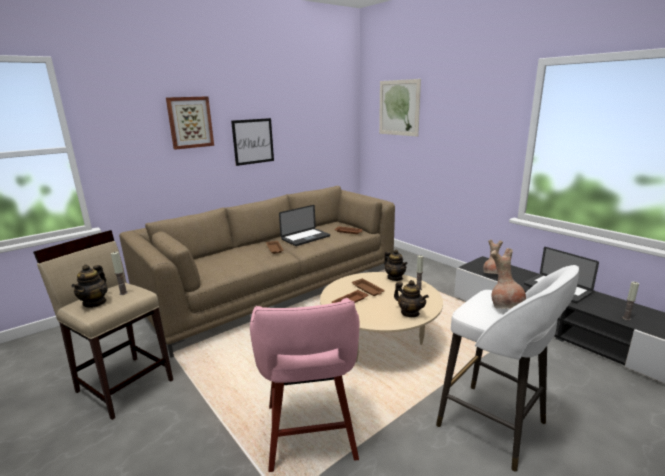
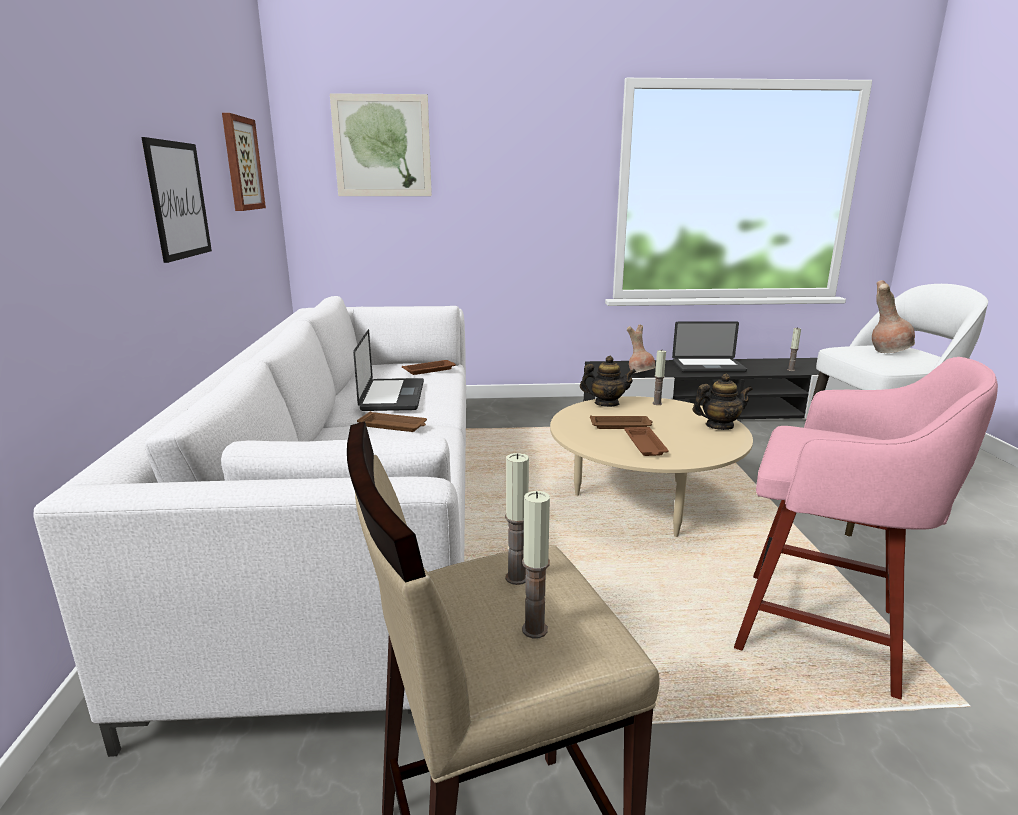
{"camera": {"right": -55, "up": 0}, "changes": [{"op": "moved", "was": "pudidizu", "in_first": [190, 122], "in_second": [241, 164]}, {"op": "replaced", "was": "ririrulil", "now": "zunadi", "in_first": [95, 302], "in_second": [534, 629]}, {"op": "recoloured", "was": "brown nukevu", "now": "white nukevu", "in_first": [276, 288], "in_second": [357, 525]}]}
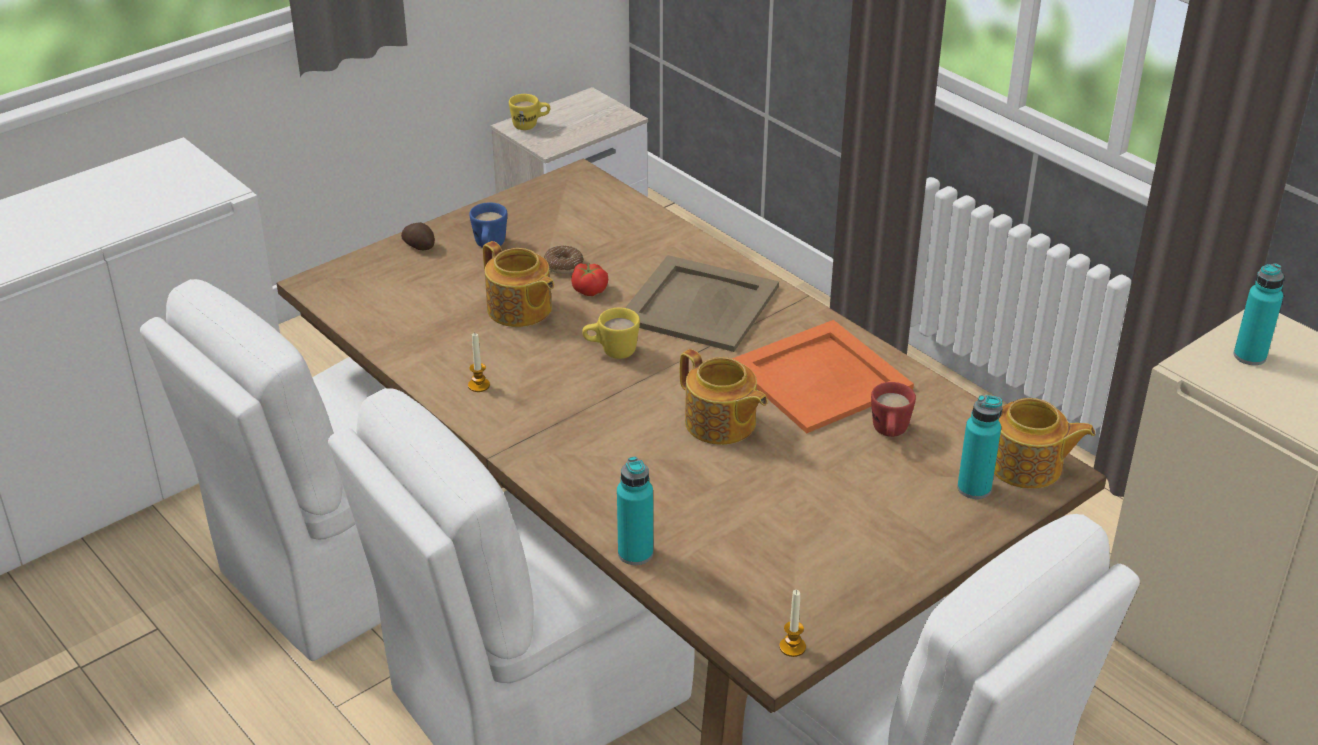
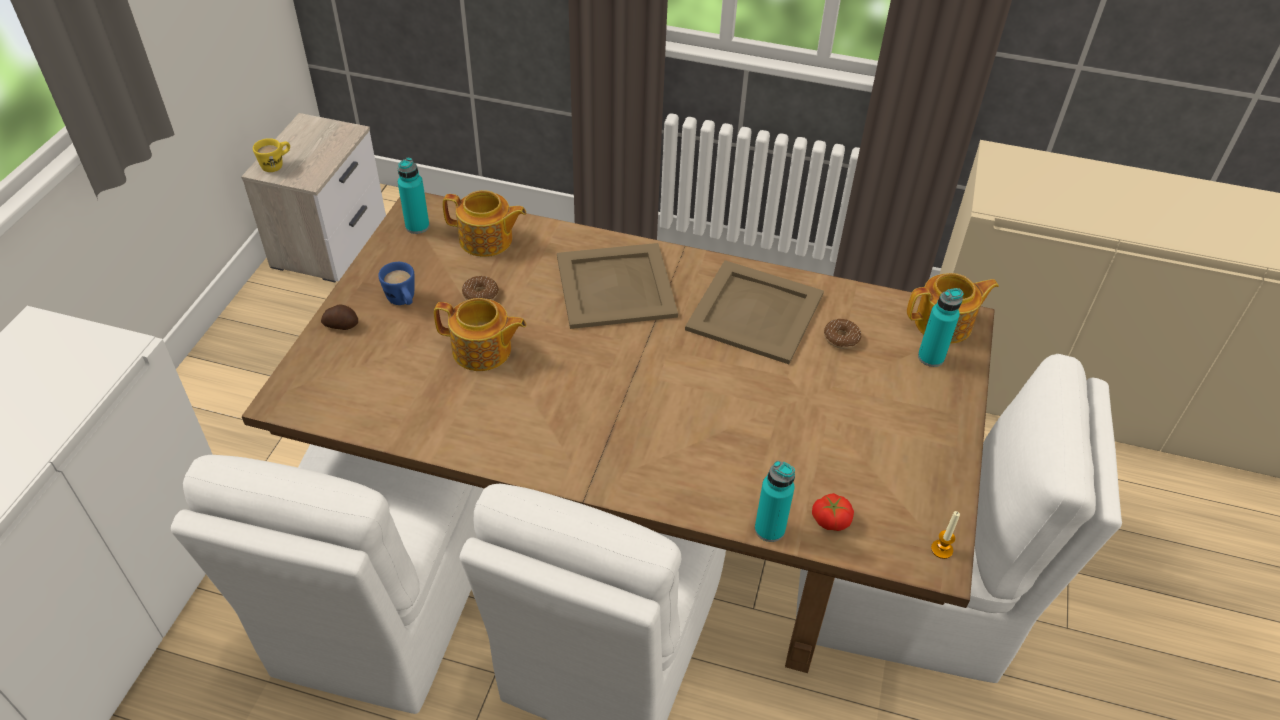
{"camera": {"right": -35, "up": 10}, "changes": [{"op": "removed", "was": "zunadi", "in_first": [479, 385]}, {"op": "removed", "was": "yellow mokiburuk", "in_first": [611, 351]}, {"op": "moved", "was": "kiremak", "in_first": [590, 289], "in_second": [830, 519]}, {"op": "moved", "was": "ririrulil", "in_first": [721, 424], "in_second": [487, 240]}, {"op": "moved", "was": "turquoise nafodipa", "in_first": [1249, 356], "in_second": [417, 226]}, {"op": "replaced", "was": "red mokiburuk", "now": "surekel", "in_first": [889, 433], "in_second": [841, 338]}, {"op": "recoloured", "was": "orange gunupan", "now": "beige gunupan", "in_first": [822, 377], "in_second": [756, 311]}]}
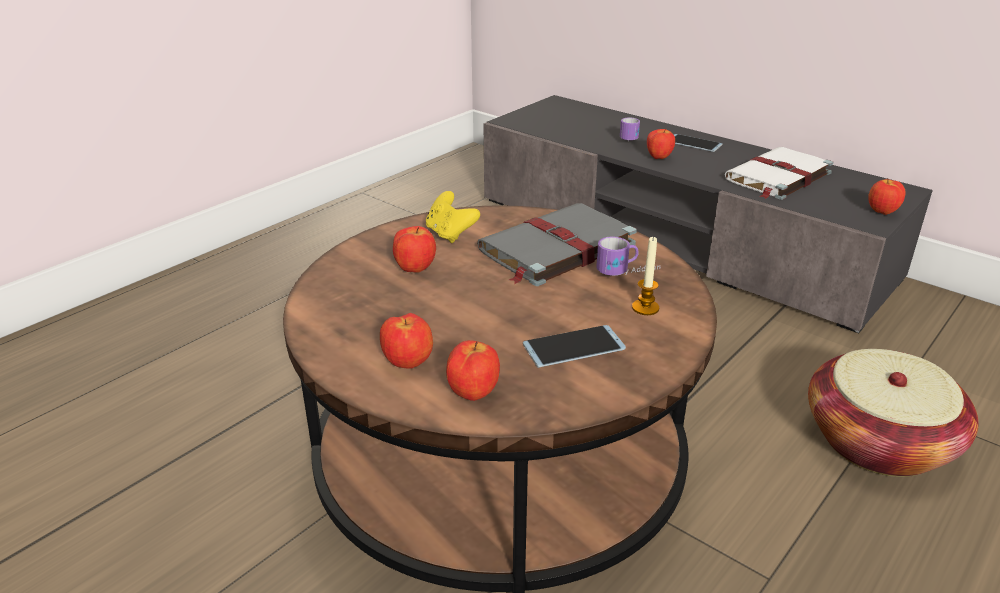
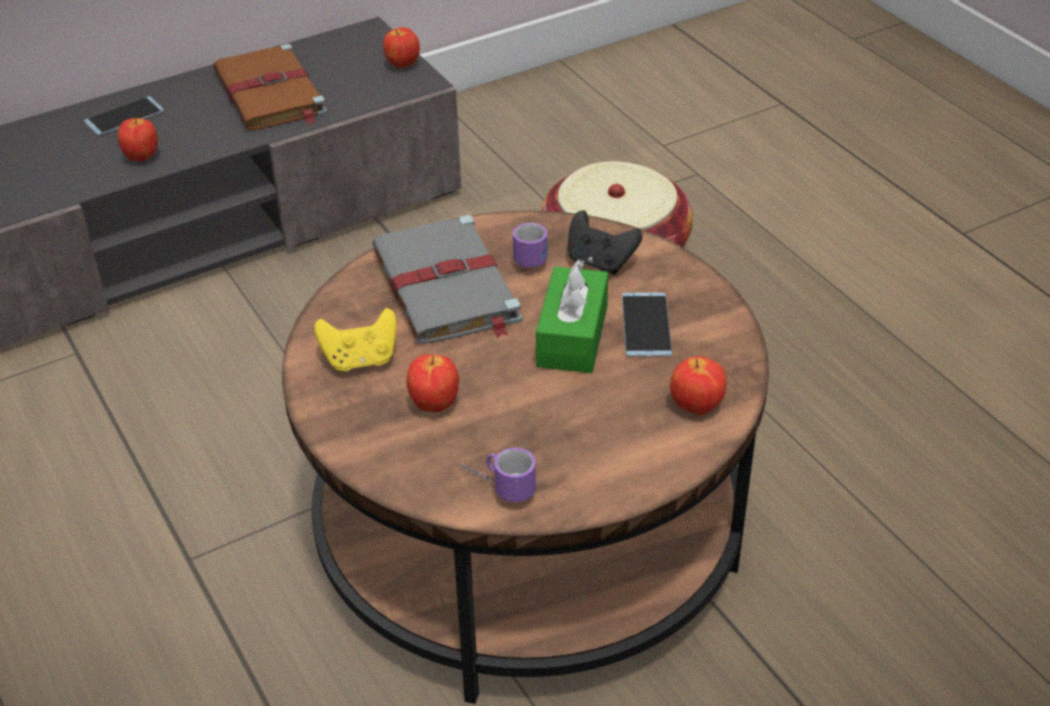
{"camera": {"right": -70, "up": 10}, "changes": [{"op": "removed", "was": "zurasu", "in_first": [408, 364]}, {"op": "added", "now": "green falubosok", "in_second": [572, 336]}, {"op": "moved", "was": "mokiburuk", "in_first": [630, 139], "in_second": [496, 486]}, {"op": "replaced", "was": "zunadi", "now": "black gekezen", "in_first": [645, 308], "in_second": [600, 262]}, {"op": "recoloured", "was": "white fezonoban", "now": "brown fezonoban", "in_first": [777, 177], "in_second": [270, 94]}]}
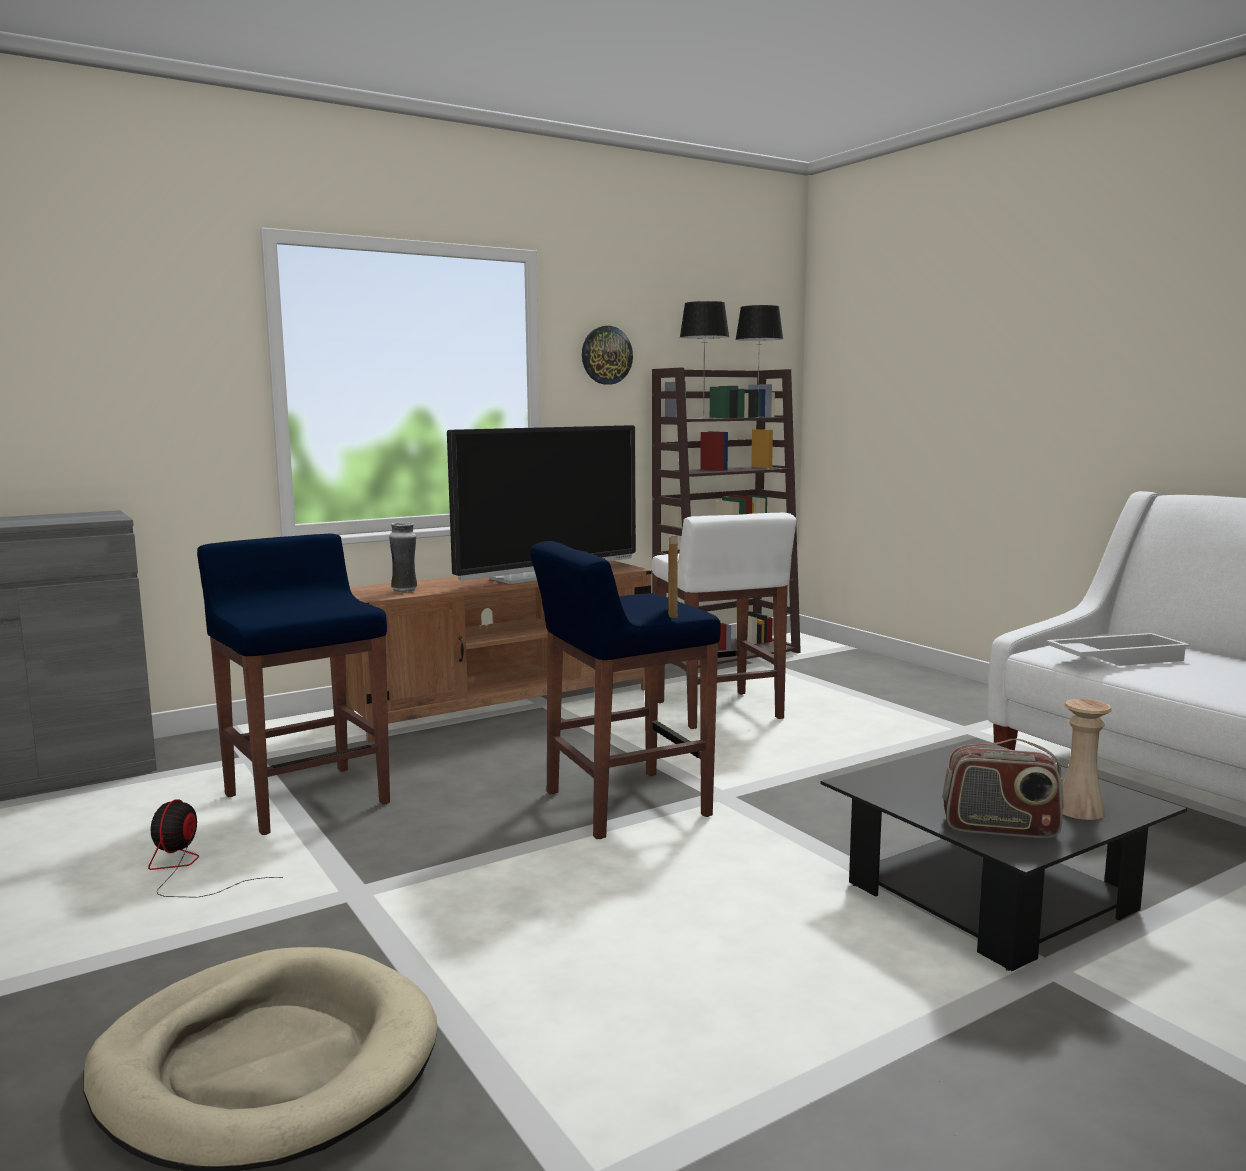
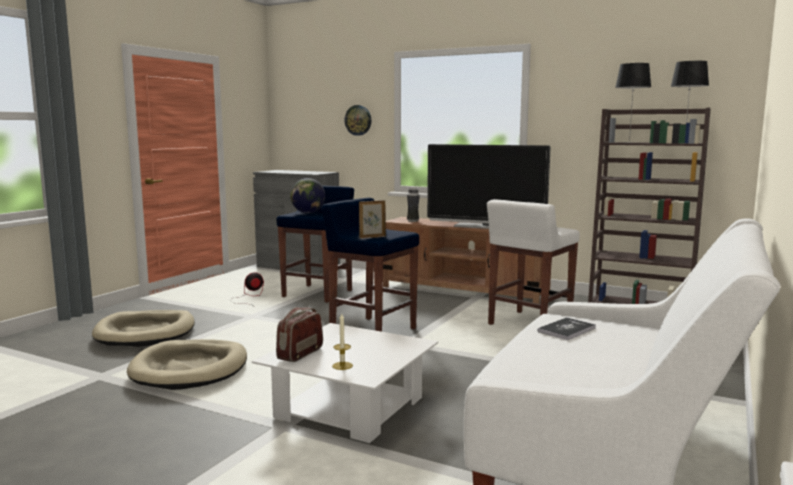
{"camera": {"right": 60, "up": 0}, "changes": [{"op": "added", "now": "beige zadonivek", "in_second": [190, 369]}, {"op": "added", "now": "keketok", "in_second": [308, 212]}, {"op": "moved", "was": "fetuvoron", "in_first": [606, 355], "in_second": [358, 120]}, {"op": "replaced", "was": "white gunupan", "now": "fezonoban", "in_first": [1115, 658], "in_second": [566, 330]}, {"op": "replaced", "was": "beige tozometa", "now": "zunadi", "in_first": [1079, 810], "in_second": [342, 366]}, {"op": "recoloured", "was": "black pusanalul", "now": "white pusanalul", "in_first": [990, 897], "in_second": [350, 408]}, {"op": "turned", "was": "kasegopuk", "in_first": [1000, 828], "in_second": [300, 353], "clockwise": 45}]}
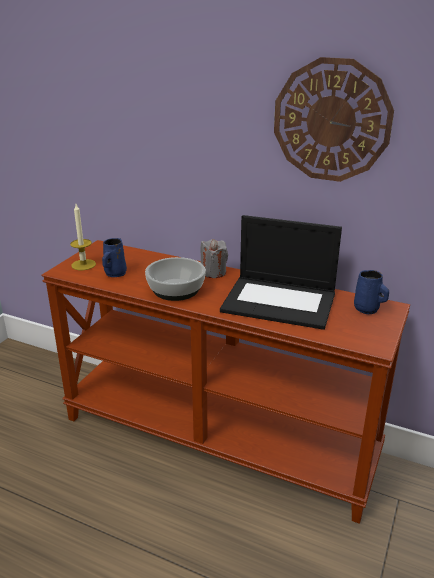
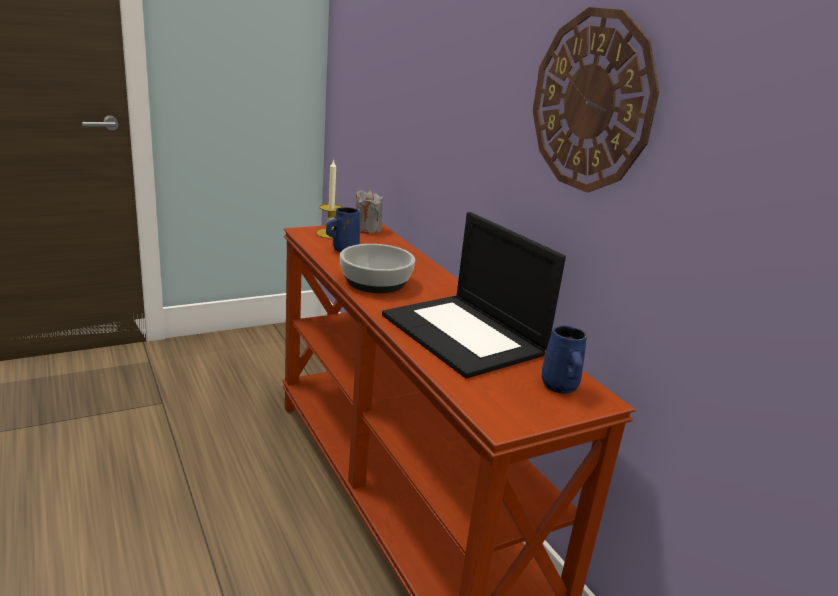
{"camera": {"right": 35, "up": -5}, "changes": [{"op": "moved", "was": "grey zunadi", "in_first": [213, 272], "in_second": [367, 229]}]}
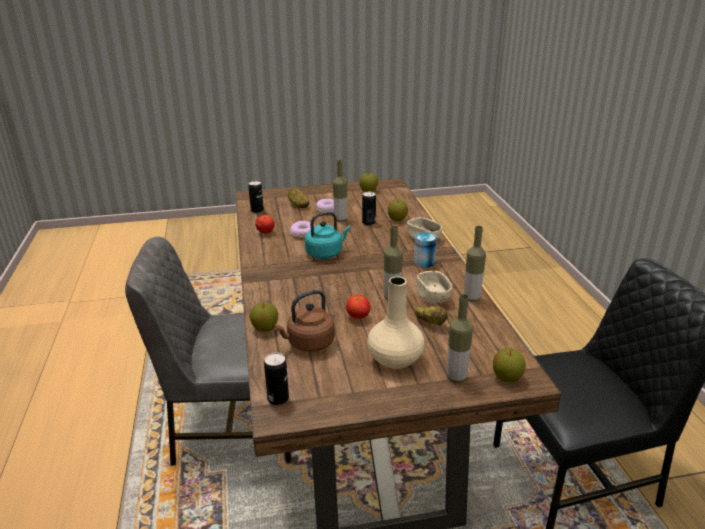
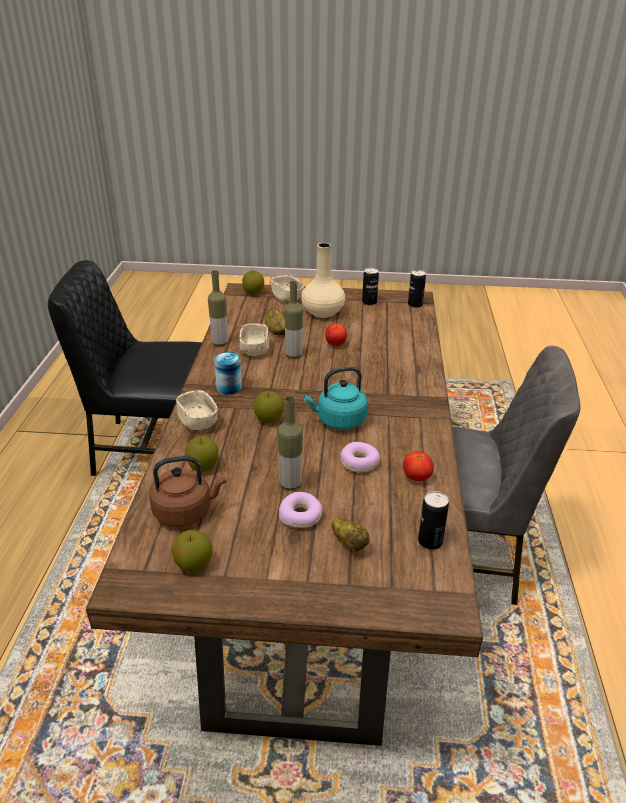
{"camera": {"right": -165, "up": 5}, "changes": [{"op": "moved", "was": "zurasu", "in_first": [265, 328], "in_second": [269, 419]}, {"op": "moved", "was": "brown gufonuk", "in_first": [308, 343], "in_second": [186, 512]}, {"op": "moved", "was": "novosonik", "in_first": [369, 222], "in_second": [369, 302]}, {"op": "replaced", "was": "nafodipa", "now": "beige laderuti", "in_first": [456, 377], "in_second": [287, 297]}]}
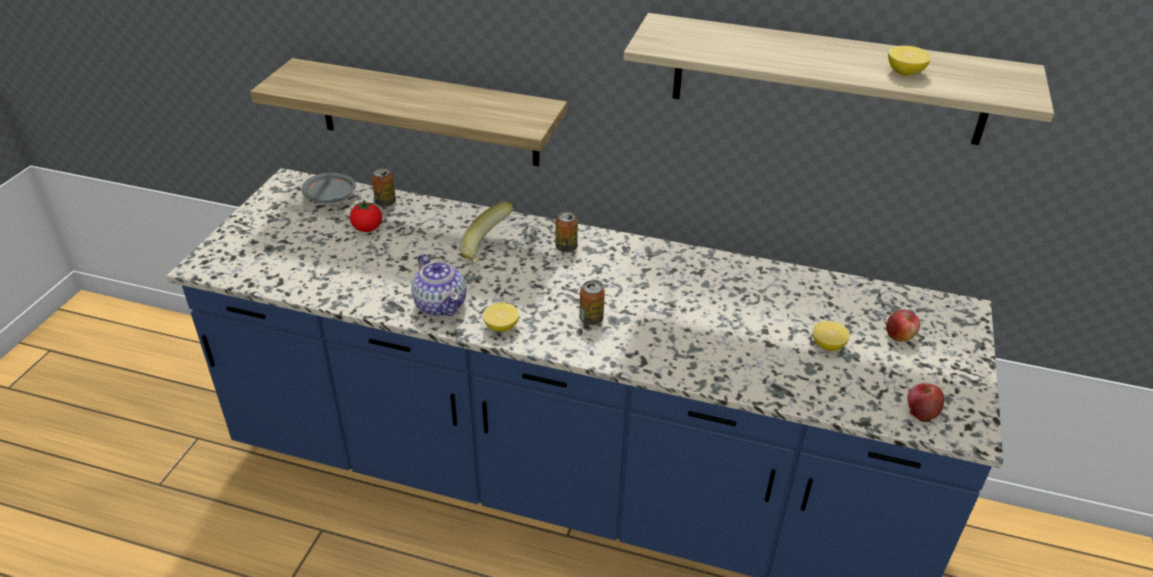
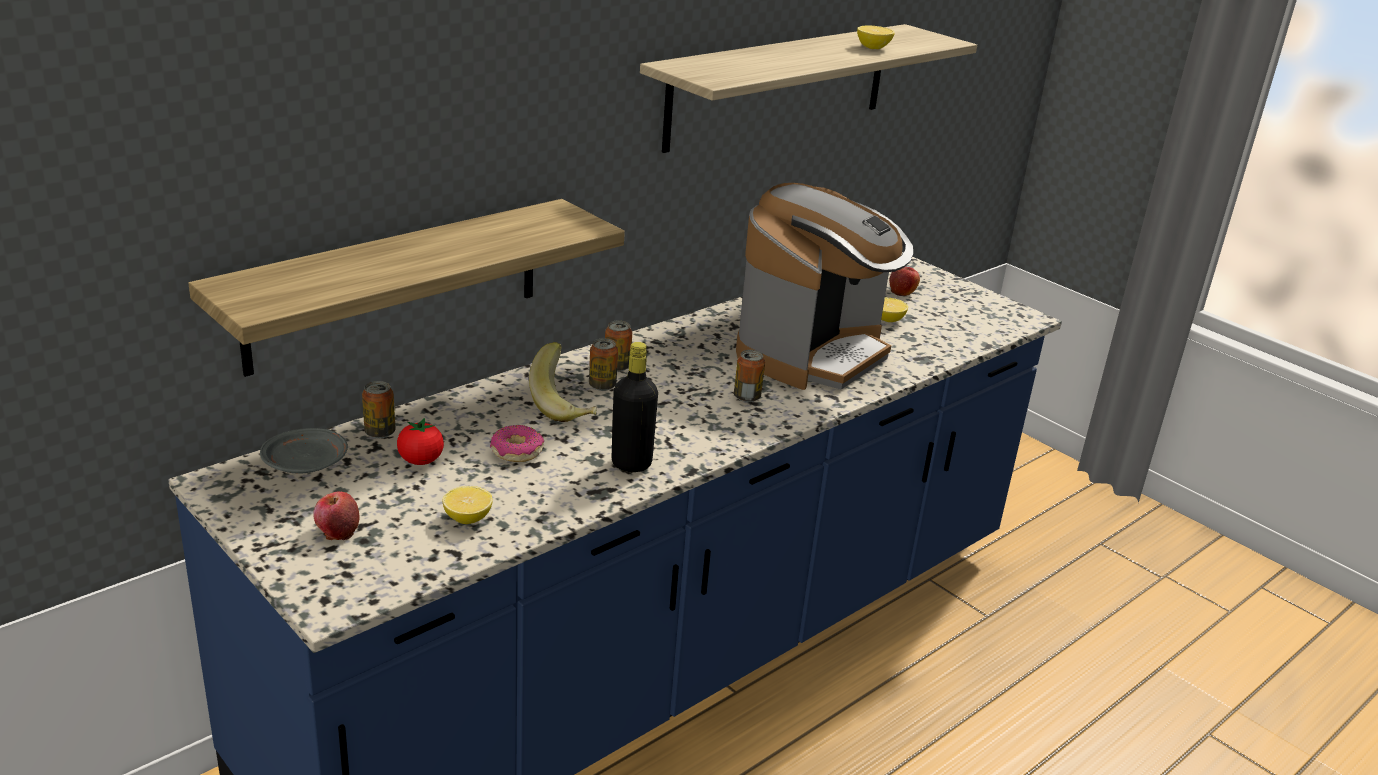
{"camera": {"right": -60, "up": -10}, "changes": [{"op": "added", "now": "surekel", "in_second": [516, 452]}, {"op": "added", "now": "novosonik", "in_second": [602, 386]}, {"op": "added", "now": "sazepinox", "in_second": [813, 354]}, {"op": "moved", "was": "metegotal", "in_first": [501, 327], "in_second": [468, 519]}, {"op": "moved", "was": "zurasu", "in_first": [921, 411], "in_second": [337, 531]}, {"op": "replaced", "was": "ririrulil", "now": "black nafodipa", "in_first": [441, 304], "in_second": [631, 463]}]}
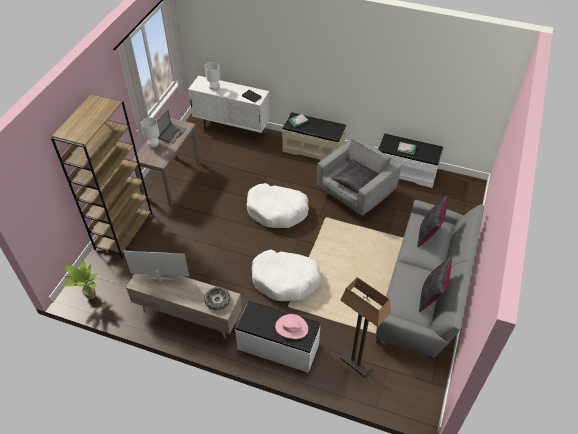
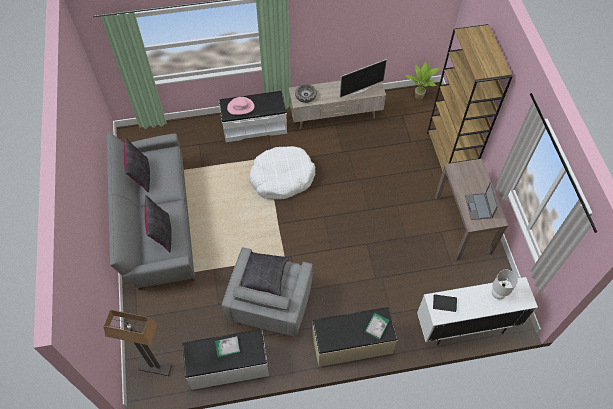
{"camera": {"right": 150, "up": 10}, "changes": [{"op": "removed", "was": "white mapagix", "in_first": [154, 145]}, {"op": "removed", "was": "white zadonivek", "in_first": [277, 211]}, {"op": "moved", "was": "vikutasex", "in_first": [355, 364], "in_second": [155, 367]}]}
